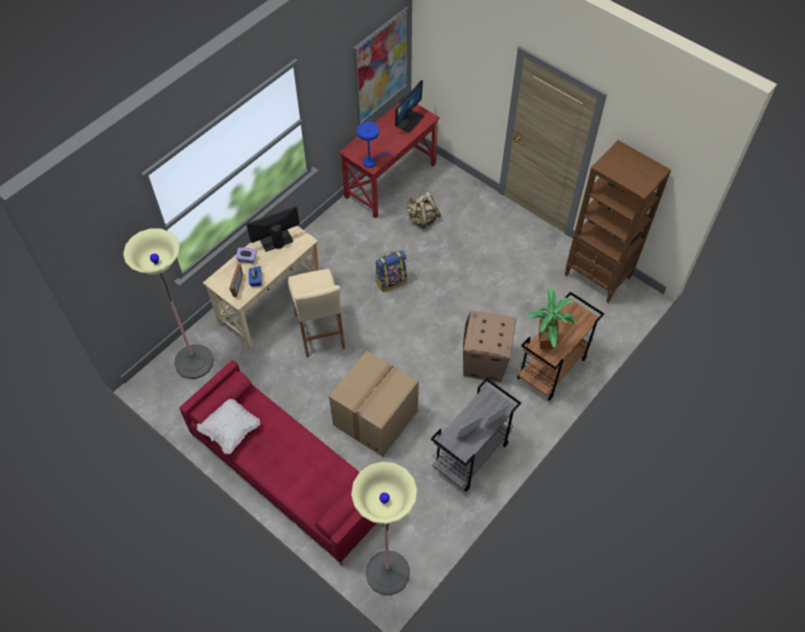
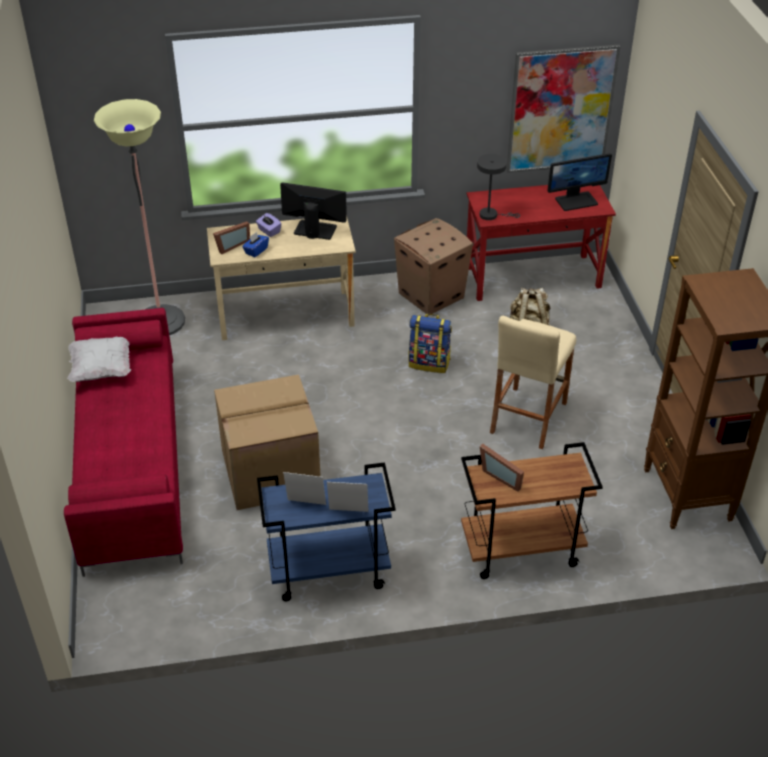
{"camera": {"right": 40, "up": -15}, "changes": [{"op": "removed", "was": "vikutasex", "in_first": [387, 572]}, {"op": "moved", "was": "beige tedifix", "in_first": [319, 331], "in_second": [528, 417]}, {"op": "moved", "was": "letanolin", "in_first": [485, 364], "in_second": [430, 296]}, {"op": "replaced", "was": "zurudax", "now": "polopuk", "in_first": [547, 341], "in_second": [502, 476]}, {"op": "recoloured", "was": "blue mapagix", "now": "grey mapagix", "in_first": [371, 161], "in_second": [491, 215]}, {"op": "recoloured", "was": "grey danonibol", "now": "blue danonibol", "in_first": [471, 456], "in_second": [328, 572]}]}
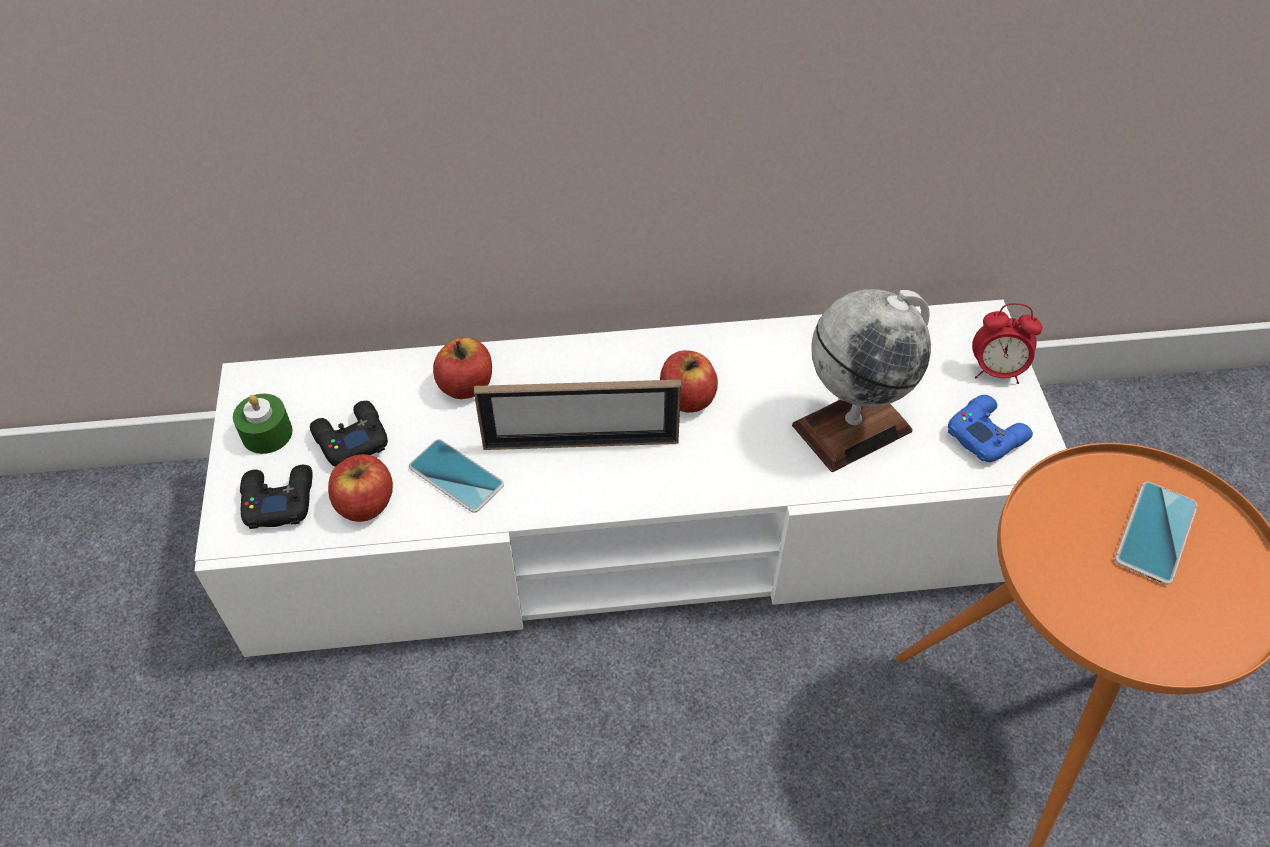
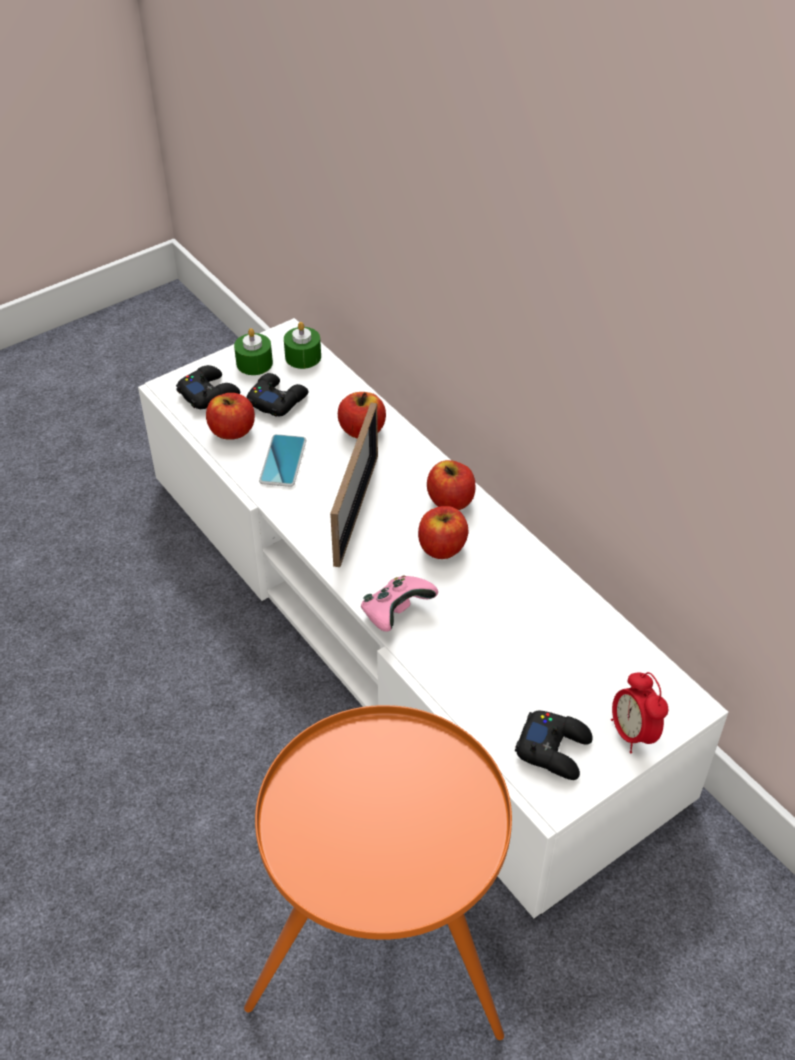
{"camera": {"right": 60, "up": -5}, "changes": [{"op": "removed", "was": "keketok", "in_first": [852, 427]}, {"op": "removed", "was": "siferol", "in_first": [1155, 533]}, {"op": "added", "now": "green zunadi", "in_second": [303, 357]}, {"op": "added", "now": "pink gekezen", "in_second": [396, 613]}, {"op": "added", "now": "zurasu", "in_second": [450, 501]}, {"op": "recoloured", "was": "blue gekezen", "now": "black gekezen", "in_first": [986, 434], "in_second": [554, 749]}, {"op": "turned", "was": "polopuk", "in_first": [581, 443], "in_second": [356, 509], "clockwise": -135}]}
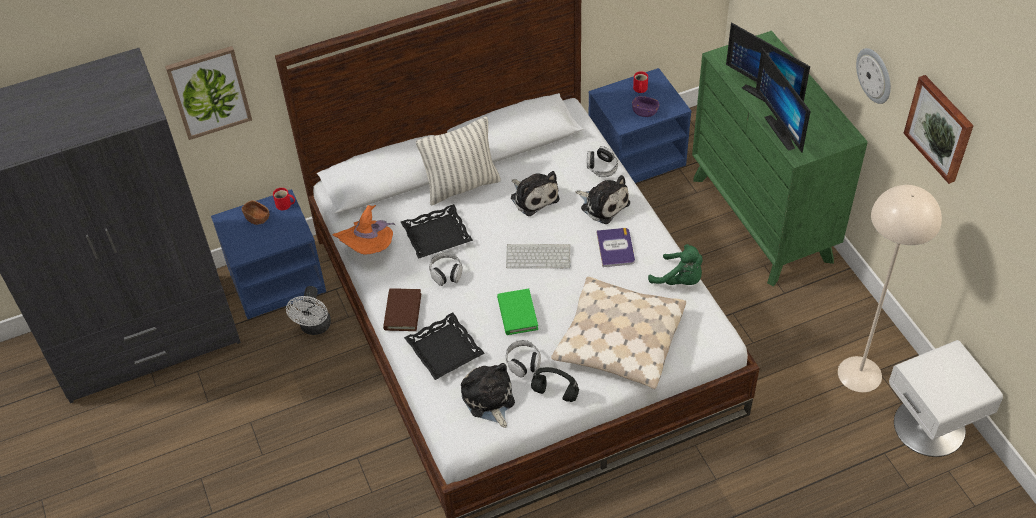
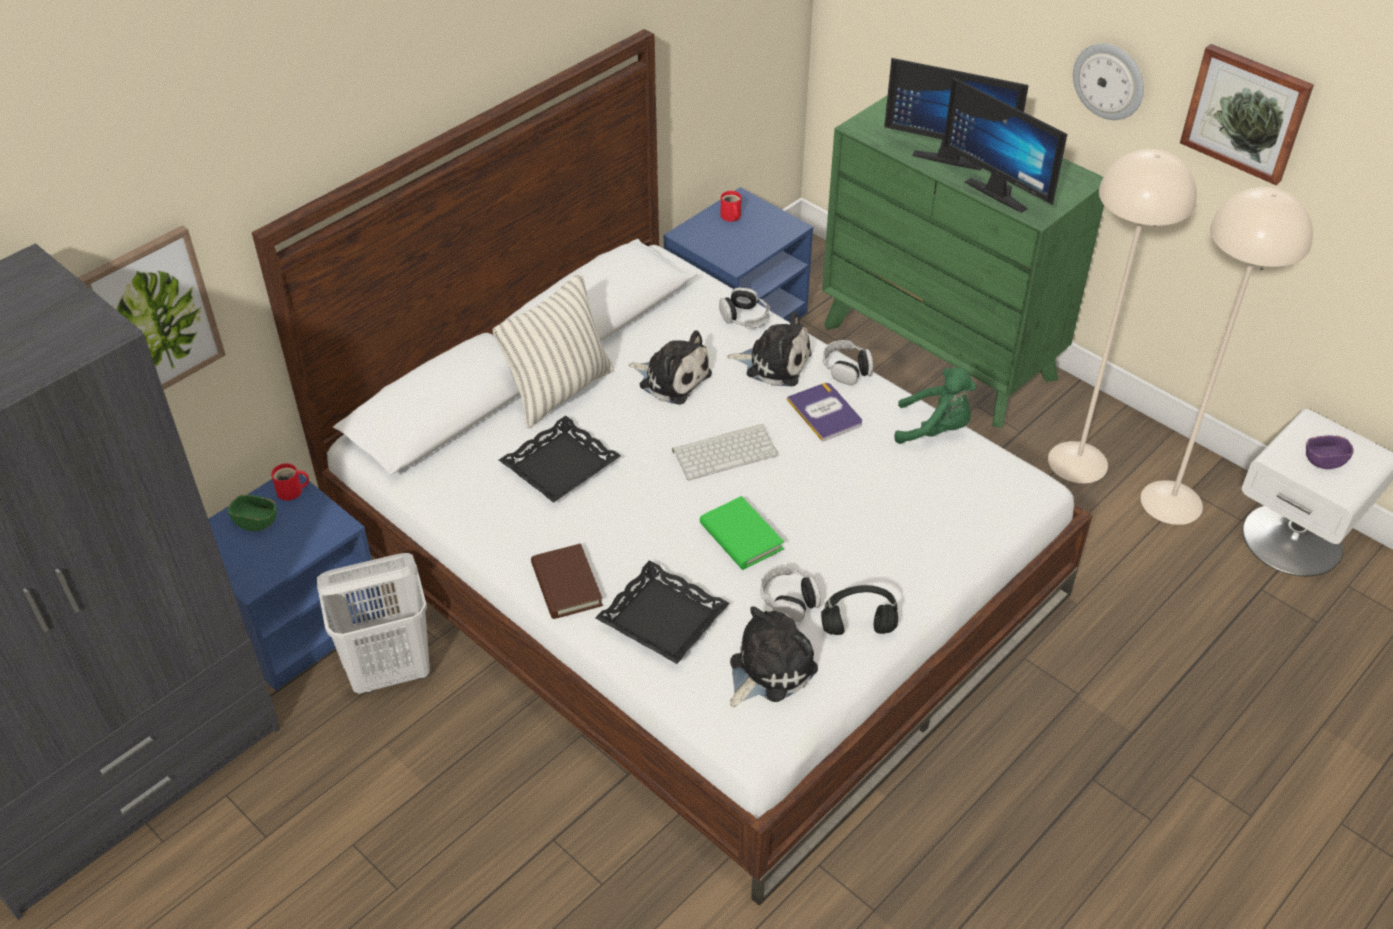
{"camera": {"right": -25, "up": -5}, "changes": [{"op": "removed", "was": "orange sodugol", "in_first": [369, 249]}, {"op": "removed", "was": "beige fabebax", "in_first": [618, 341]}, {"op": "added", "now": "beige vikutasex", "in_second": [1078, 461]}, {"op": "moved", "was": "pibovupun", "in_first": [446, 273], "in_second": [846, 369]}, {"op": "moved", "was": "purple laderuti", "in_first": [645, 112], "in_second": [1324, 460]}, {"op": "replaced", "was": "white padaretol", "now": "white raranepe", "in_first": [314, 327], "in_second": [391, 670]}, {"op": "recoloured", "was": "brown laderuti", "now": "green laderuti", "in_first": [257, 218], "in_second": [256, 521]}, {"op": "turned", "was": "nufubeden", "in_first": [489, 400], "in_second": [768, 669], "clockwise": 90}]}
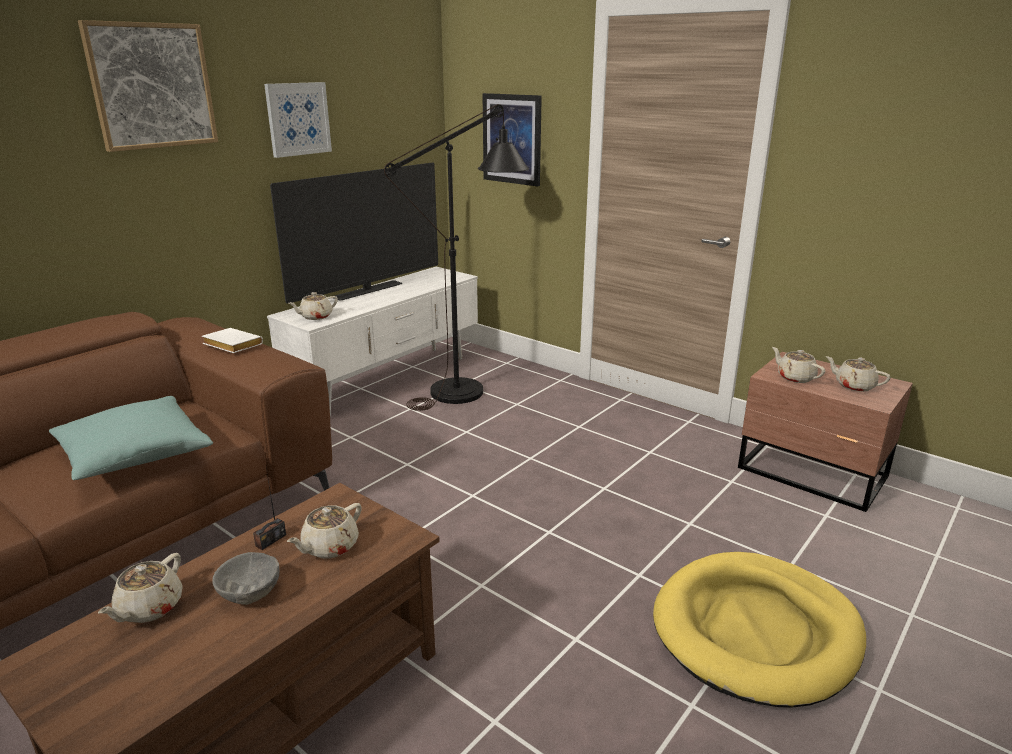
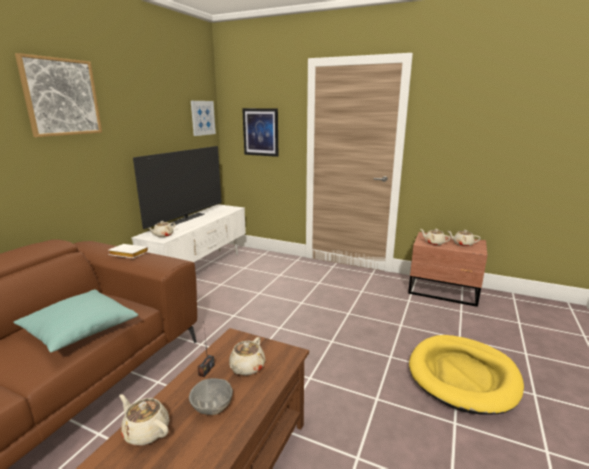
{"camera": {"right": -15, "up": -5}, "changes": [{"op": "removed", "was": "black vikutasex", "in_first": [469, 388]}, {"op": "moved", "was": "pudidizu", "in_first": [298, 119], "in_second": [202, 118]}, {"op": "turned", "was": "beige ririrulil", "in_first": [149, 608], "in_second": [146, 431], "clockwise": 120}]}
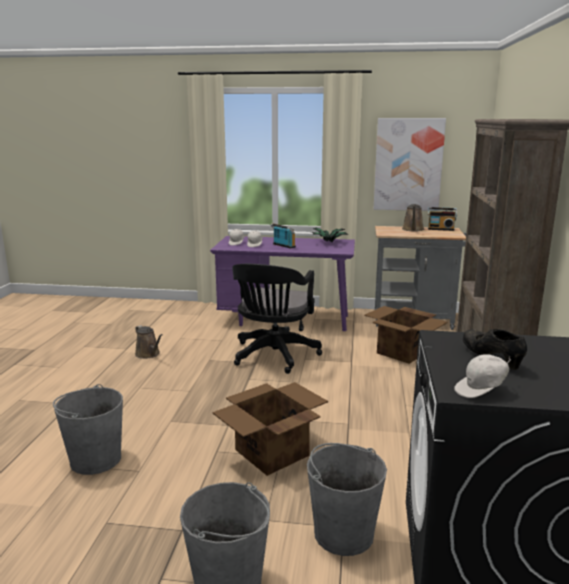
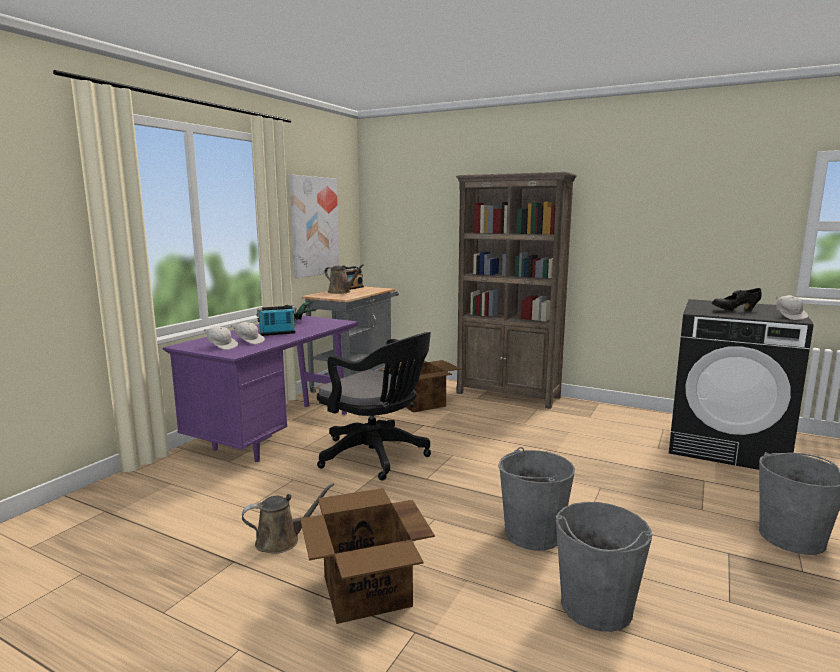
{"camera": {"right": -70, "up": -5}, "changes": [{"op": "moved", "was": "letanolin", "in_first": [270, 452], "in_second": [366, 592]}, {"op": "moved", "was": "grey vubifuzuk", "in_first": [343, 533], "in_second": [532, 534]}]}
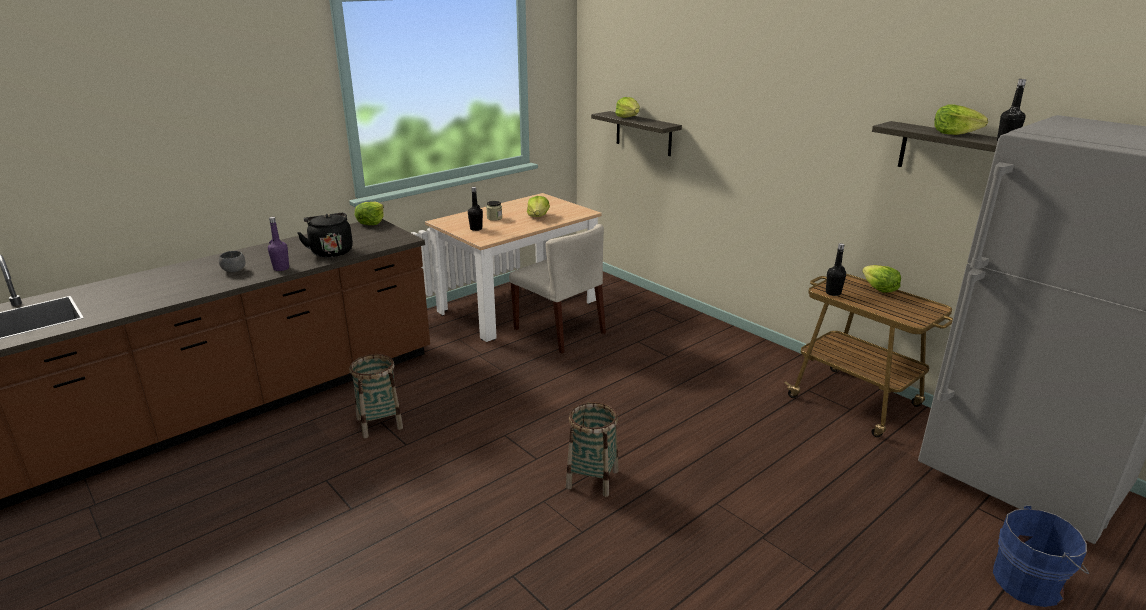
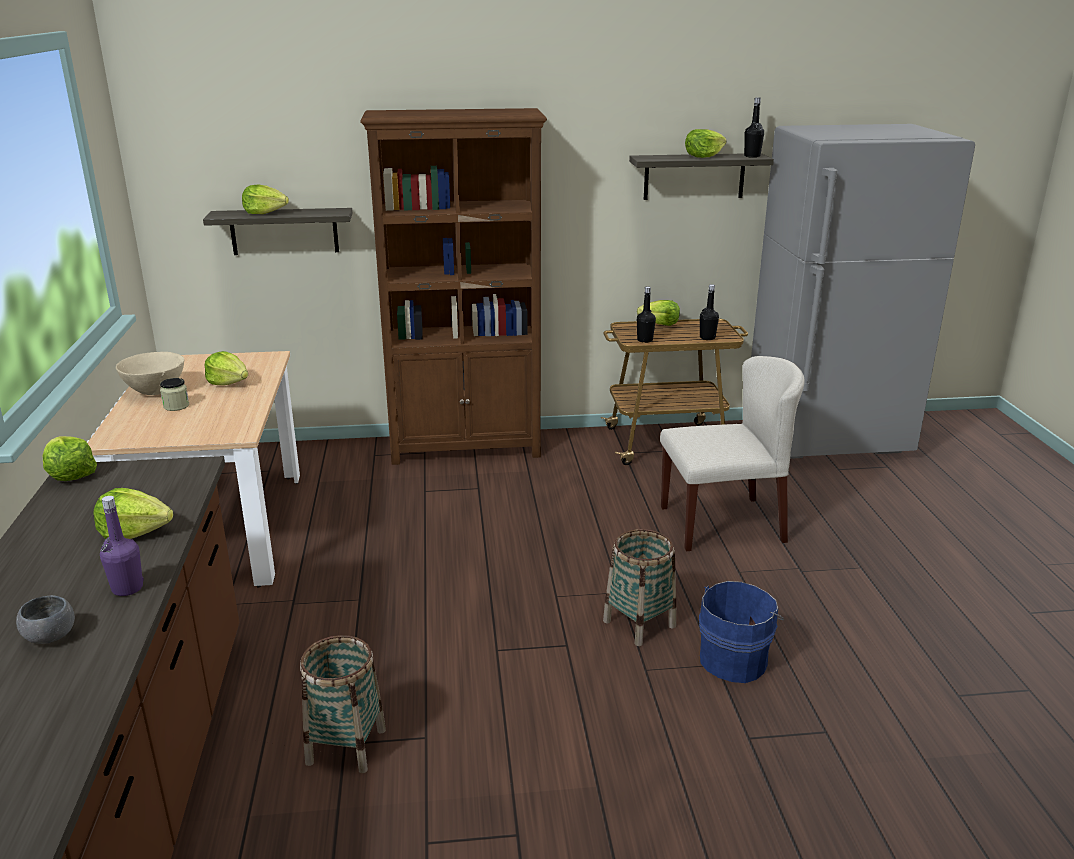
{"camera": {"right": -55, "up": 0}, "changes": [{"op": "added", "now": "beige laderuti", "in_second": [155, 392]}, {"op": "added", "now": "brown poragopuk", "in_second": [466, 448]}, {"op": "moved", "was": "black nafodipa", "in_first": [476, 229], "in_second": [707, 338]}, {"op": "moved", "was": "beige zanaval", "in_first": [560, 331], "in_second": [722, 523]}, {"op": "moved", "was": "blue vubifuzuk", "in_first": [1031, 582], "in_second": [735, 659]}, {"op": "replaced", "was": "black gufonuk", "now": "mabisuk", "in_first": [331, 251], "in_second": [134, 532]}]}
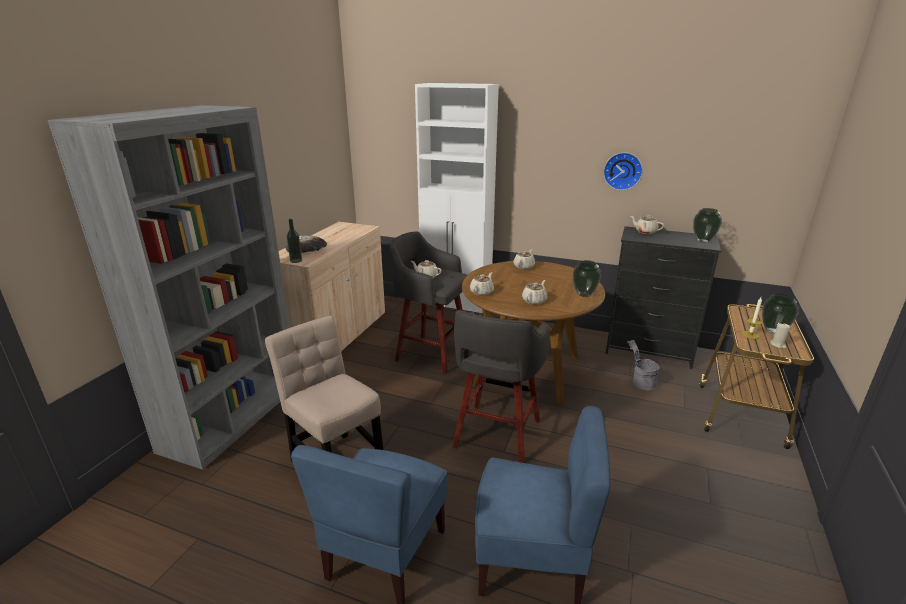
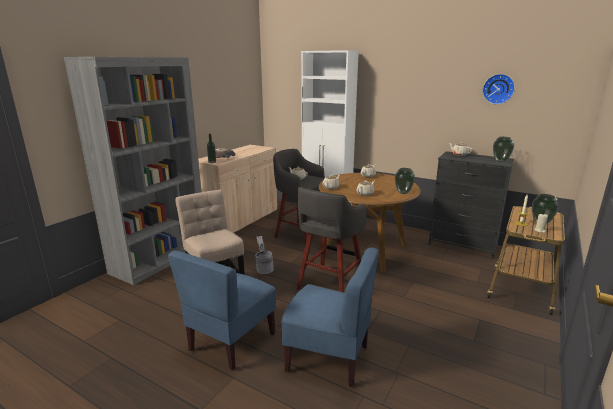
{"camera": {"right": 10, "up": -5}, "changes": [{"op": "moved", "was": "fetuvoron", "in_first": [623, 171], "in_second": [498, 89]}, {"op": "moved", "was": "grey vubifuzuk", "in_first": [640, 382], "in_second": [264, 268]}]}
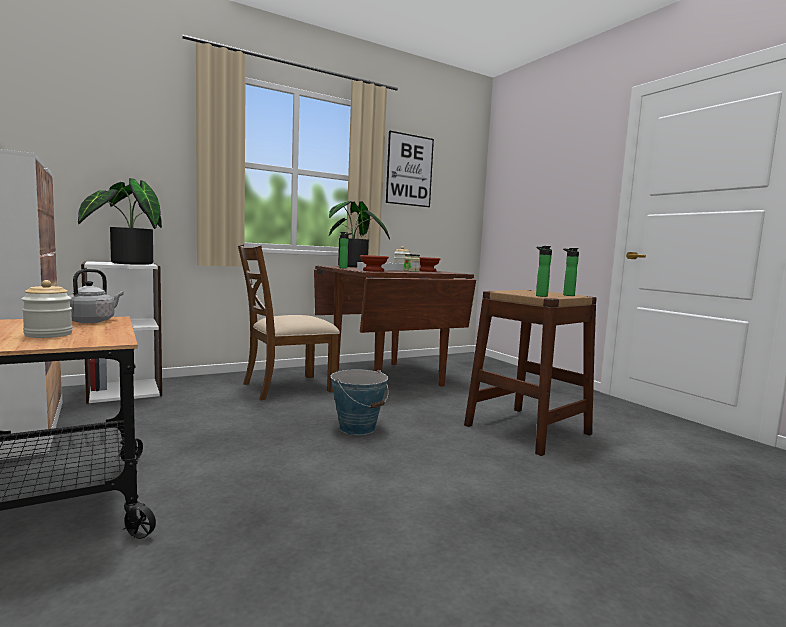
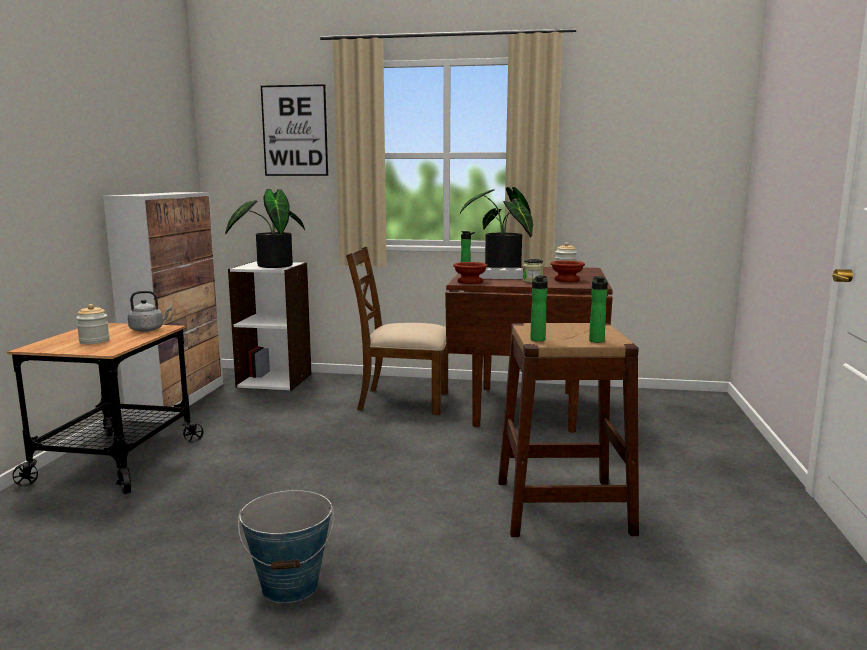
{"camera": {"right": 40, "up": 5}, "changes": [{"op": "moved", "was": "vubifuzuk", "in_first": [357, 428], "in_second": [290, 586]}, {"op": "moved", "was": "pudidizu", "in_first": [409, 170], "in_second": [295, 131]}]}
